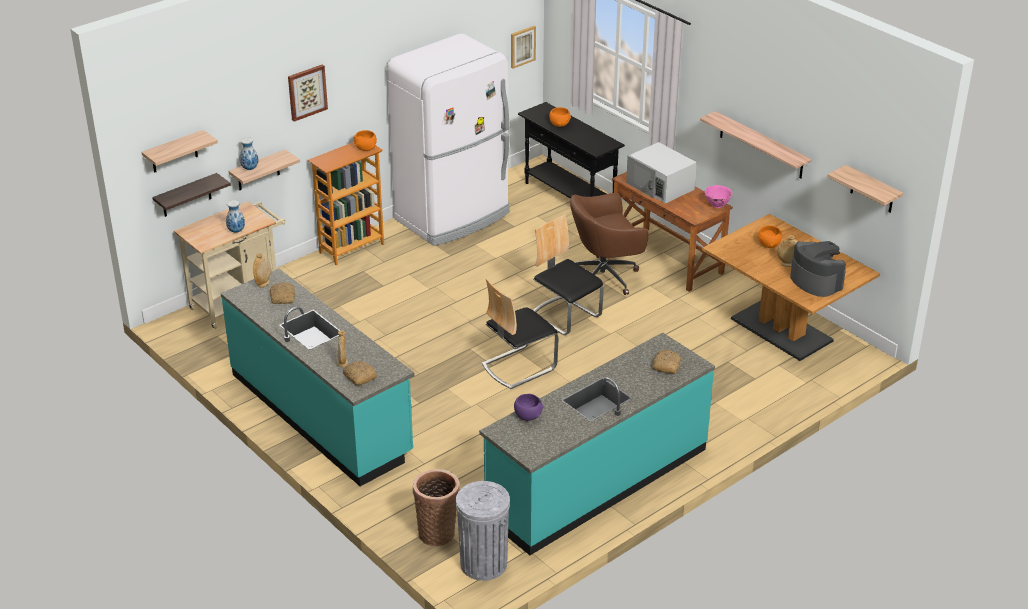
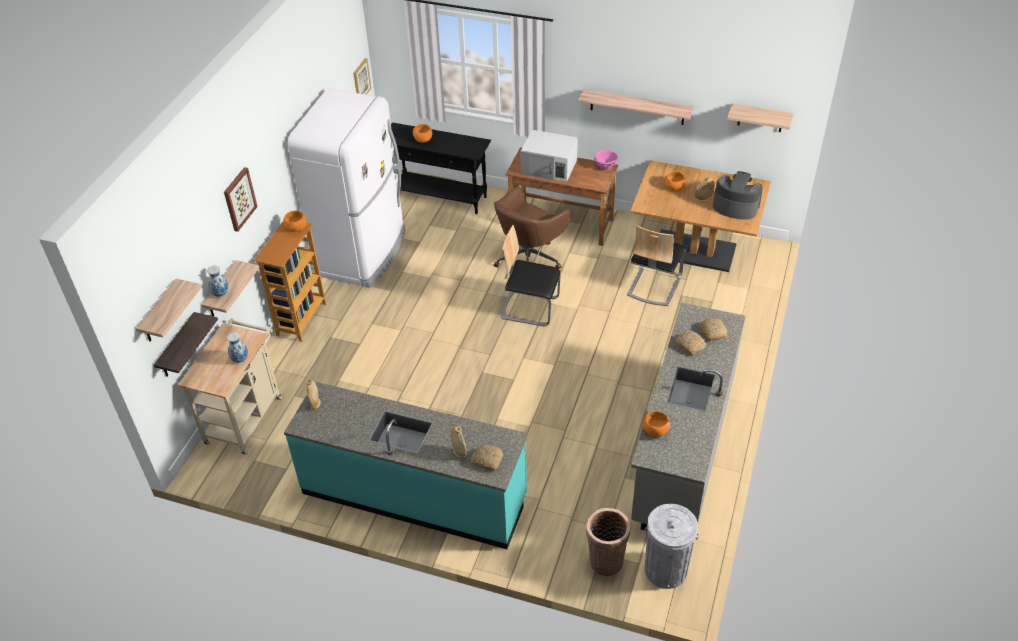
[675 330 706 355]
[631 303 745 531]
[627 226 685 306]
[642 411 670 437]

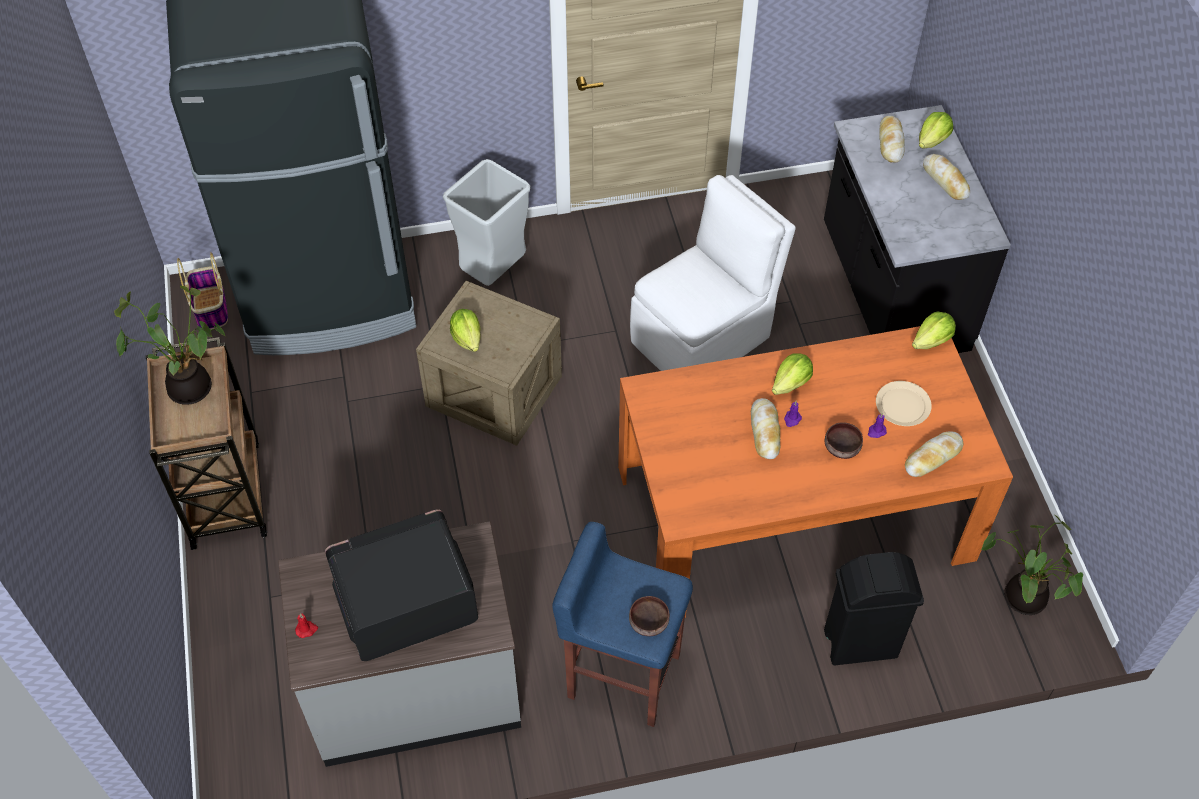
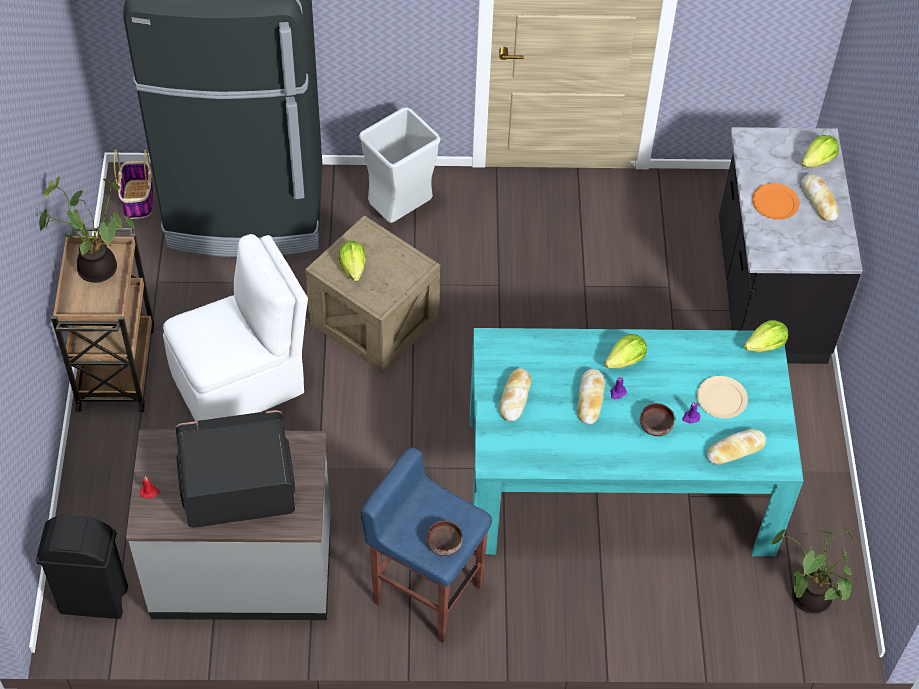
[470 328 804 556]
[163 234 308 425]
[36 515 128 619]
[499 368 531 422]
[752 183 800 220]

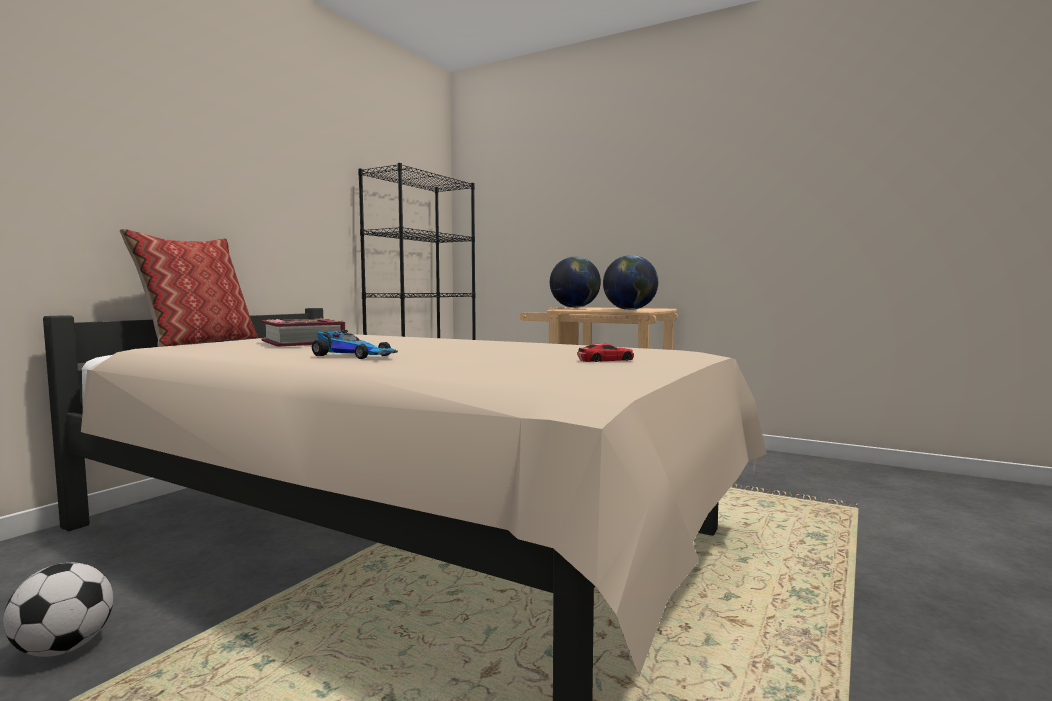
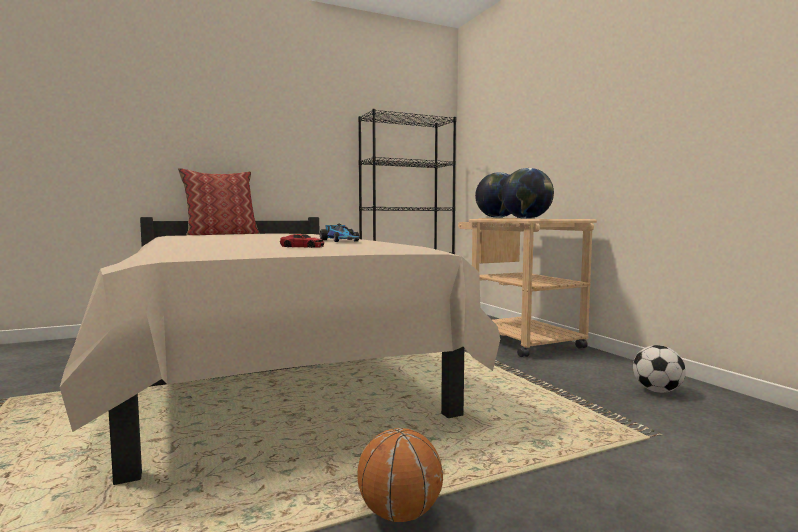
[633 345 686 393]
[261 318 345 347] (first image)
[320 224 359 242]
[358 428 443 522]

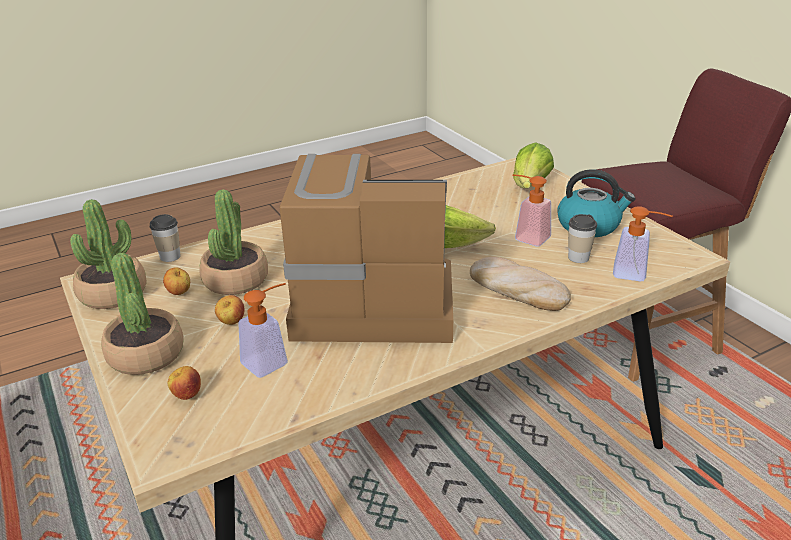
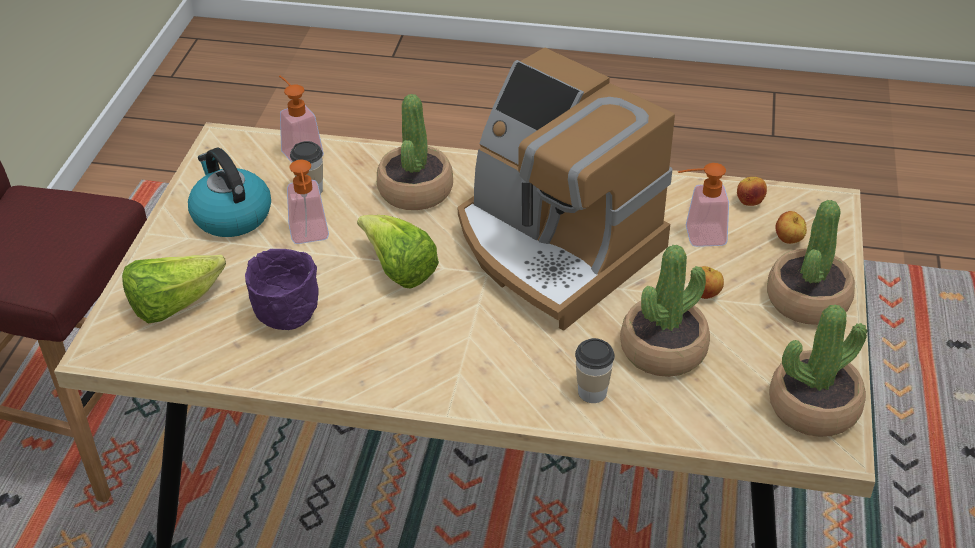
[575 338 615 403]
[737 177 767 206]
[377 94 453 210]
[245 249 319 330]

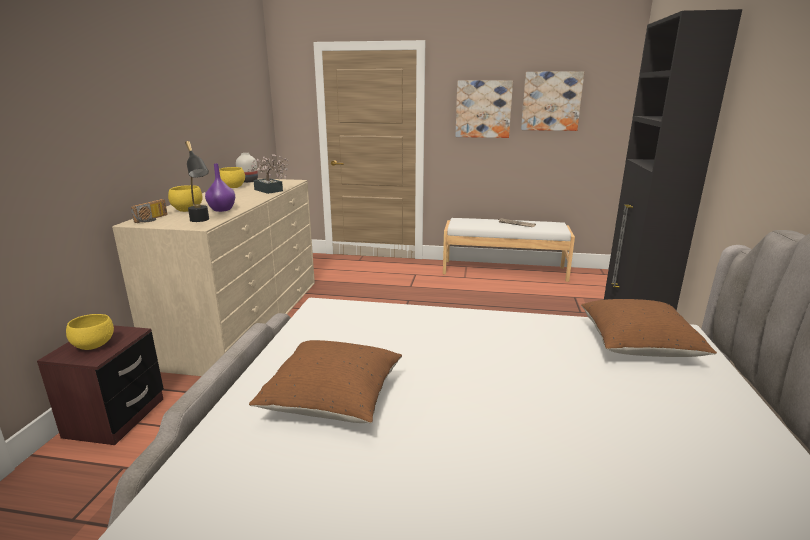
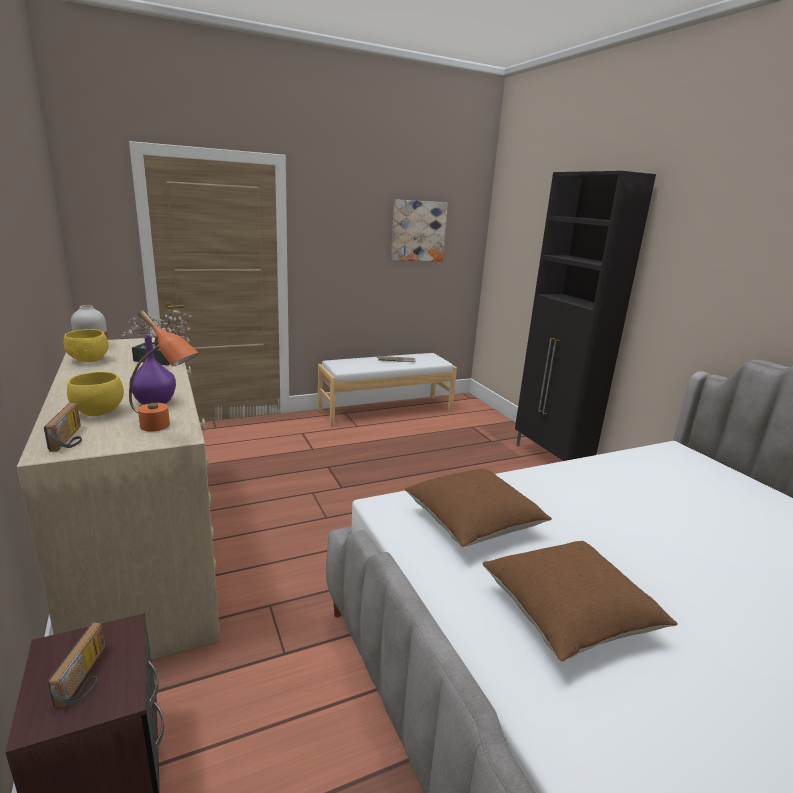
[47 623 105 707]
[129 310 199 431]
[455 80 513 138] (first image)
[405 469 552 547]

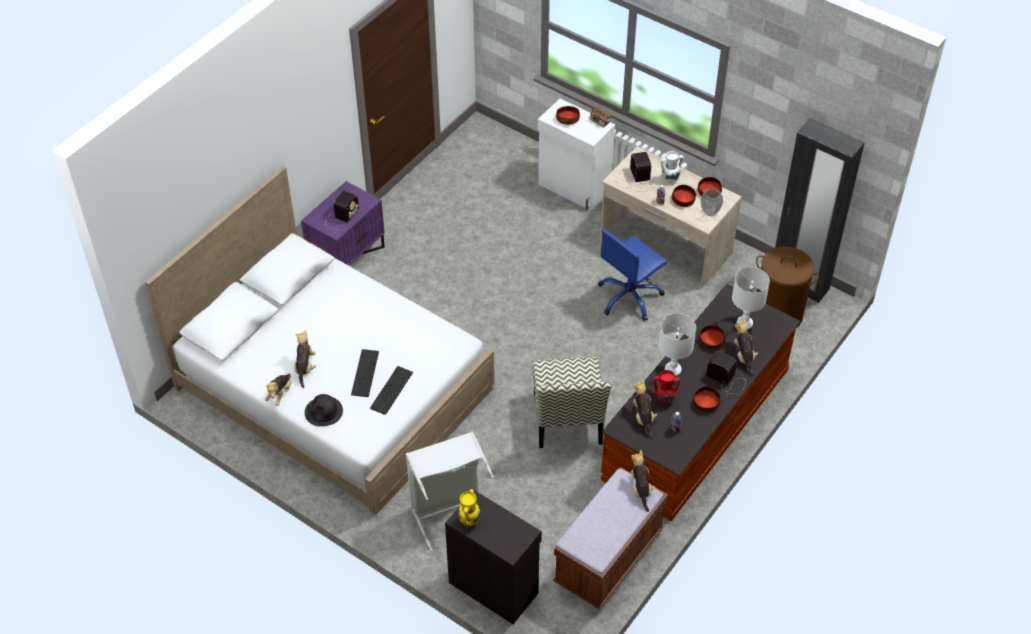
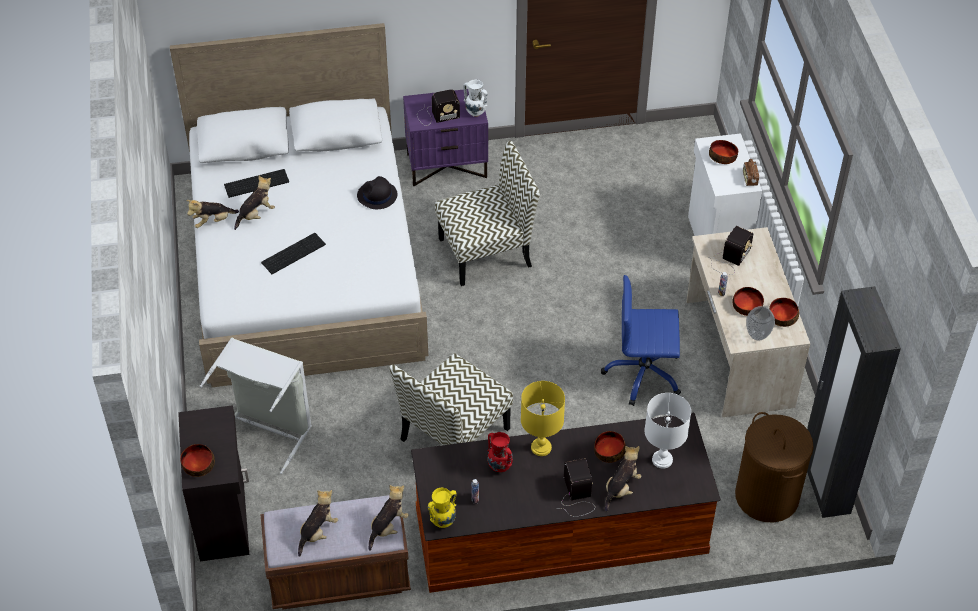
[357 176 397 209]
[224 169 289 198]
[428 488 457 528]
[298 490 338 557]
[521 381 565 456]
[463 79 488 117]
[180 444 215 477]
[435 141 540 286]

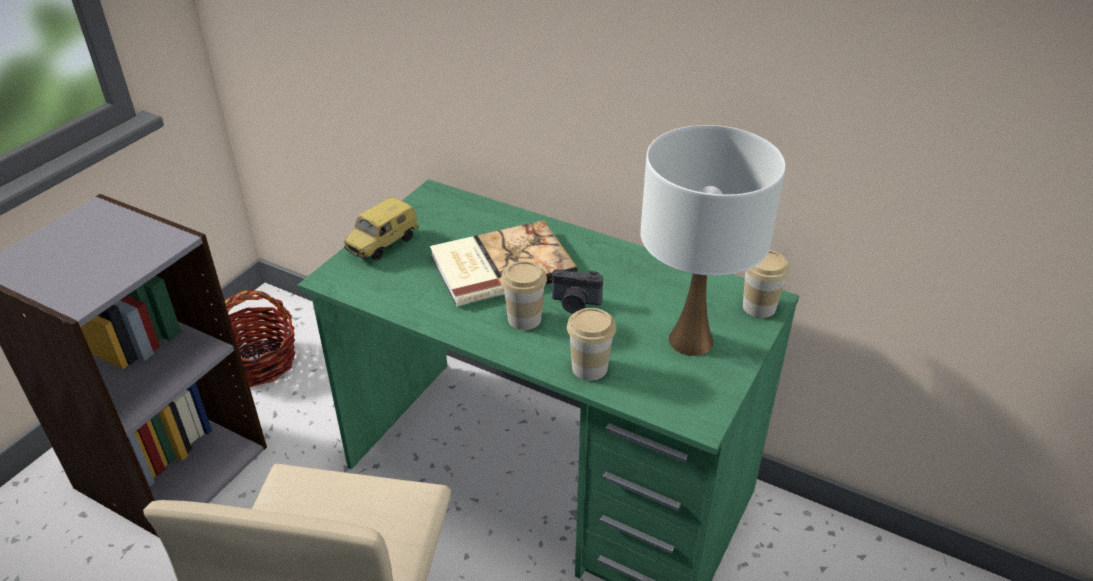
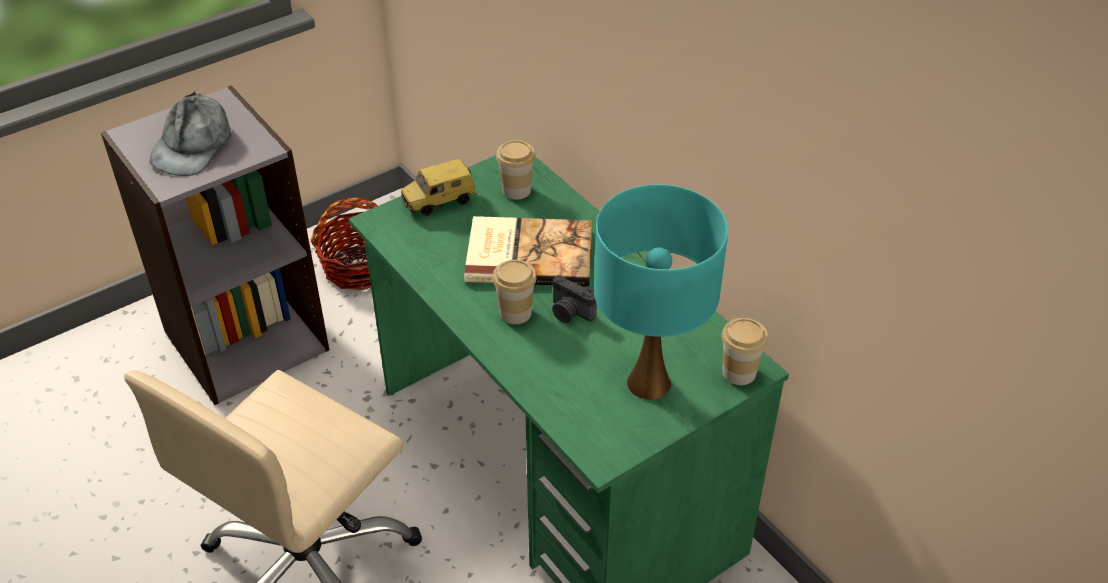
[496 140 535 200]
[594 185 728 400]
[150 91 231 176]

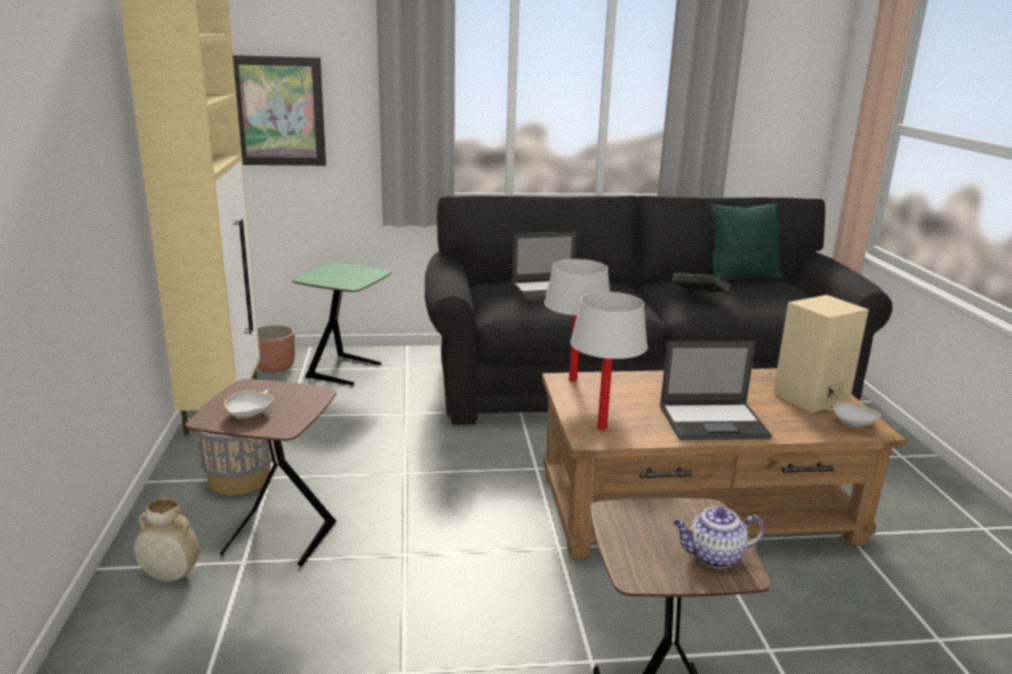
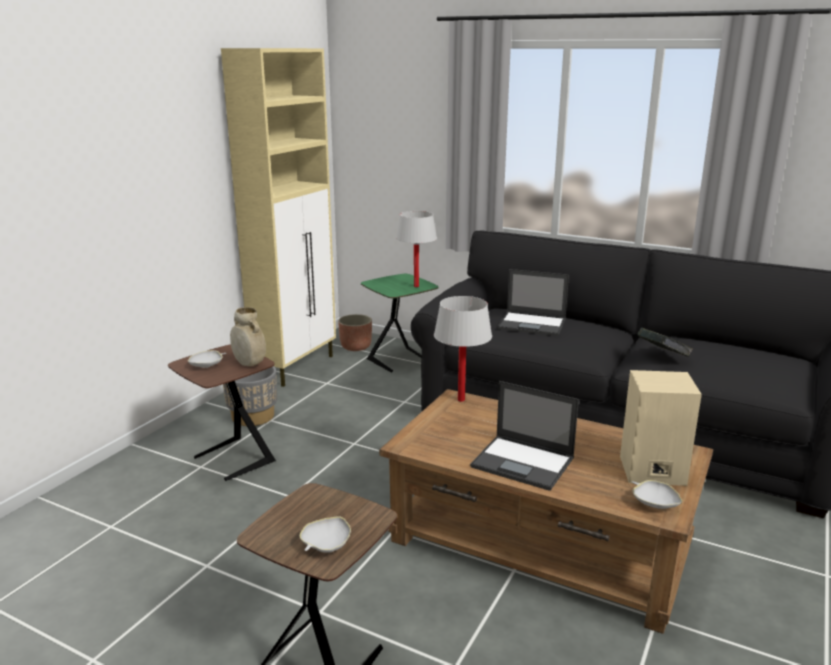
[230 307 266 366]
[233 55 326 166] (first image)
[396 211 437 287]
[300 516 351 553]
[710 203 782 281] (first image)

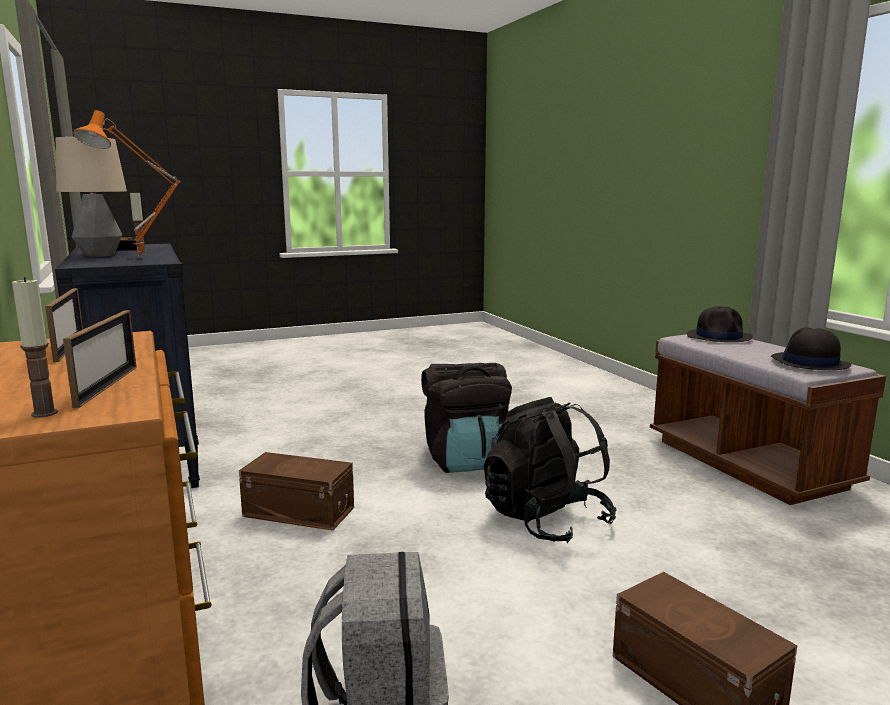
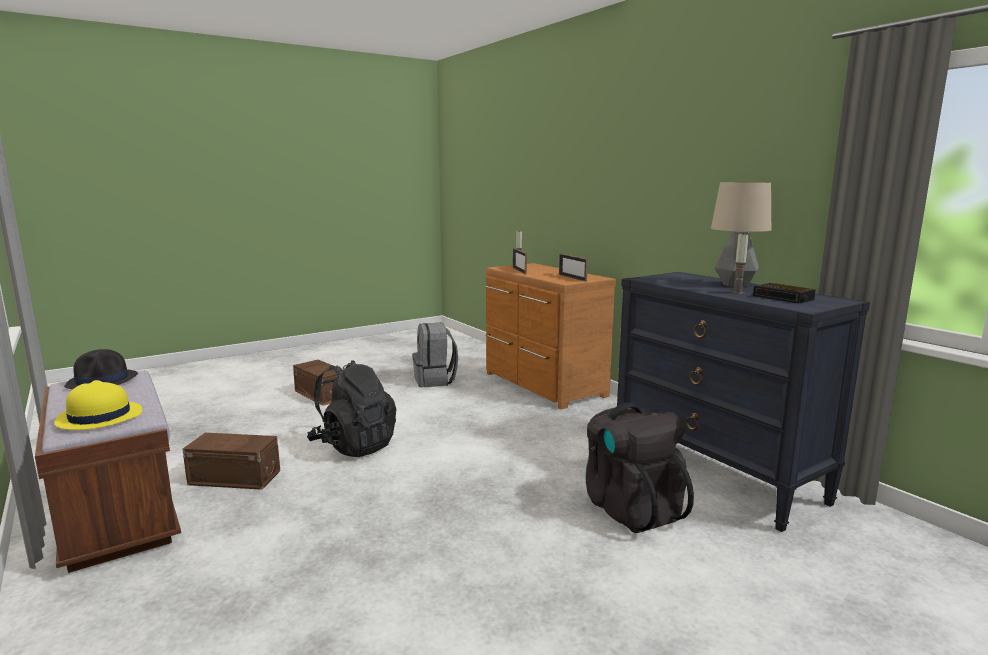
[73 110 180 258] (first image)
[182 433 280 490]
[585 402 694 533]
[54 380 142 430]

